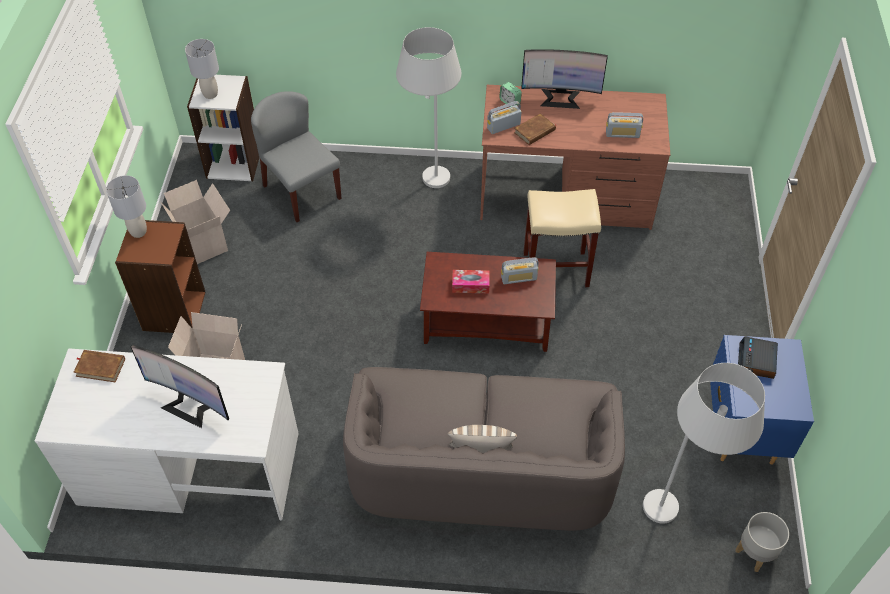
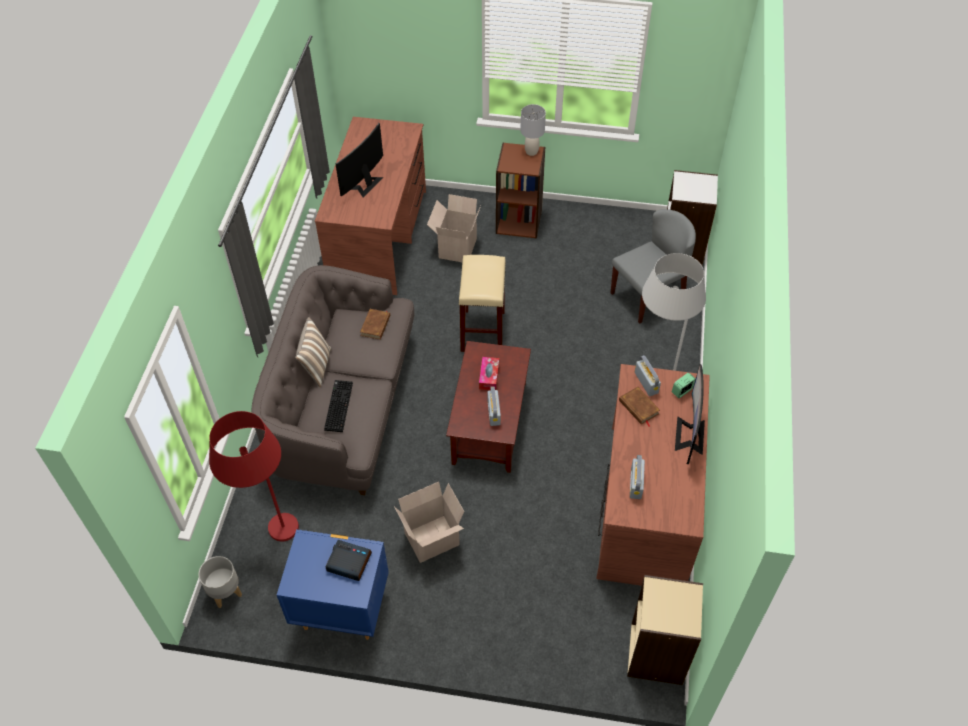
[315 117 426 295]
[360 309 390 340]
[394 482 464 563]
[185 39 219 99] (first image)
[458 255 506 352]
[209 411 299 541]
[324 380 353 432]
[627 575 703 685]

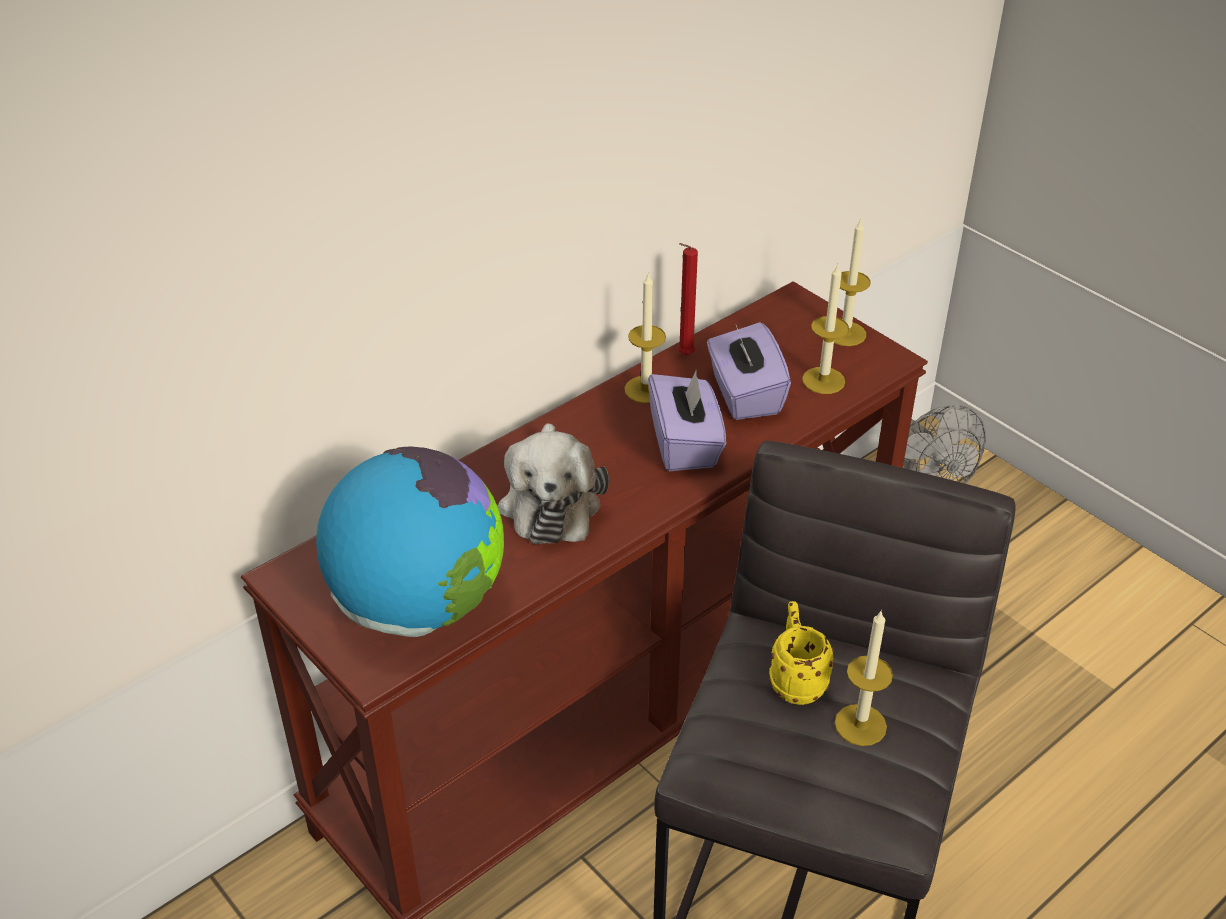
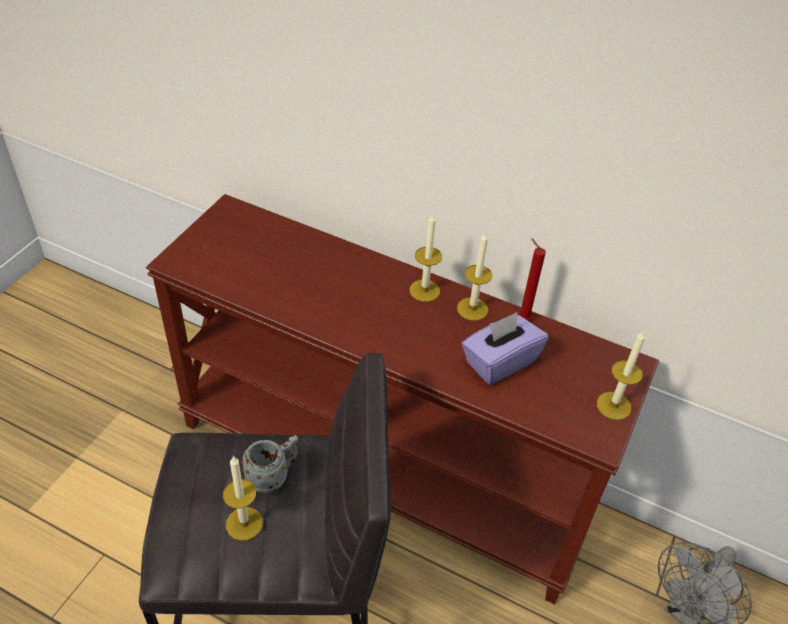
[316 446 504 637] (first image)
[498 423 609 544] (first image)
[648 369 726 471] (first image)
[241 435 298 494]
[410 214 442 302]

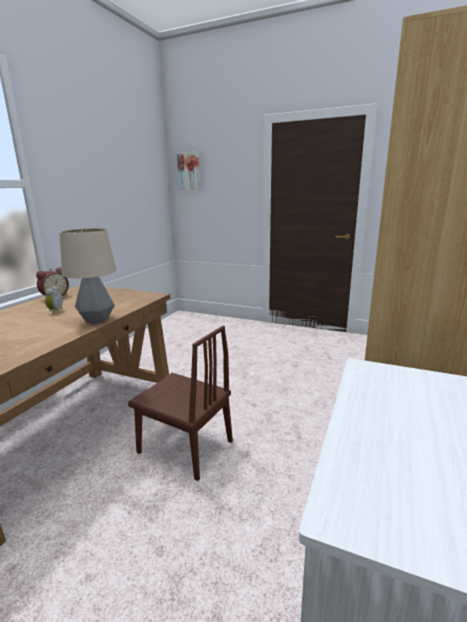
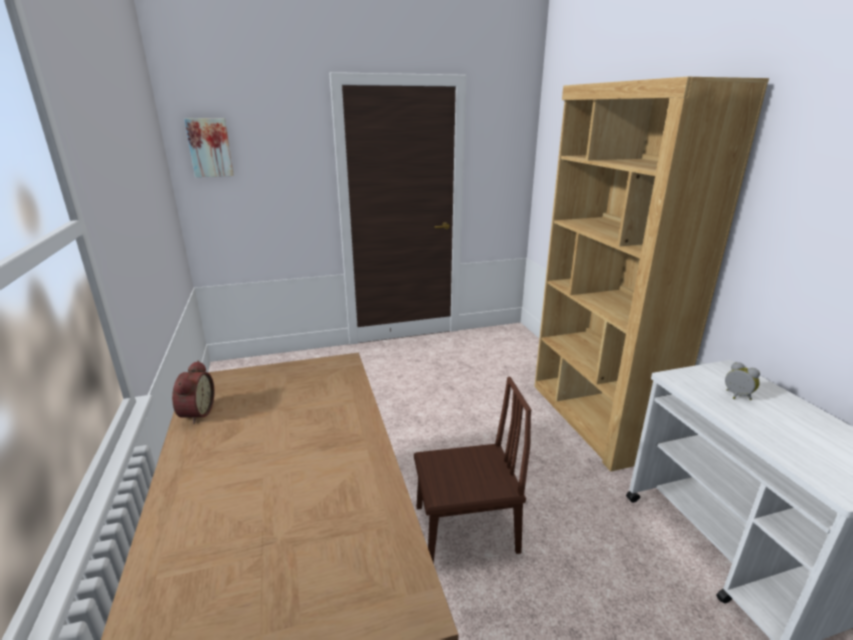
[725 362 760 400]
[59 228 116 324] (first image)

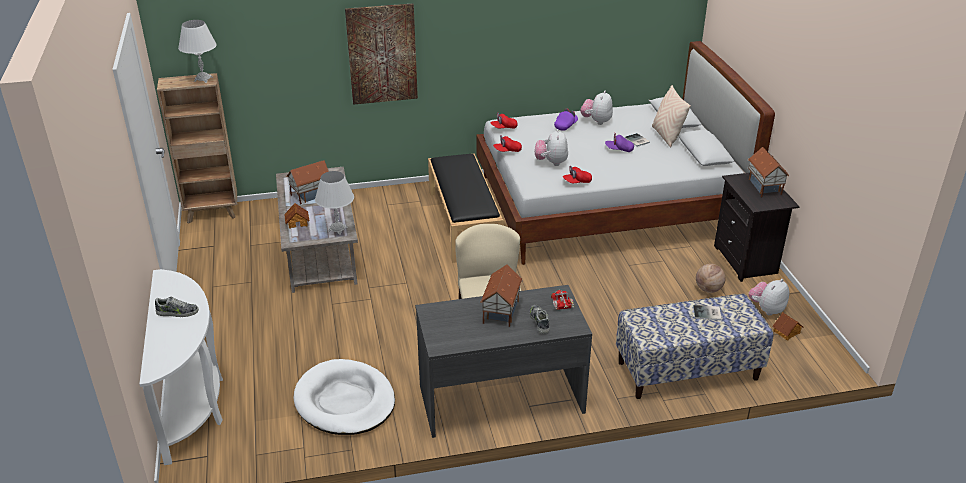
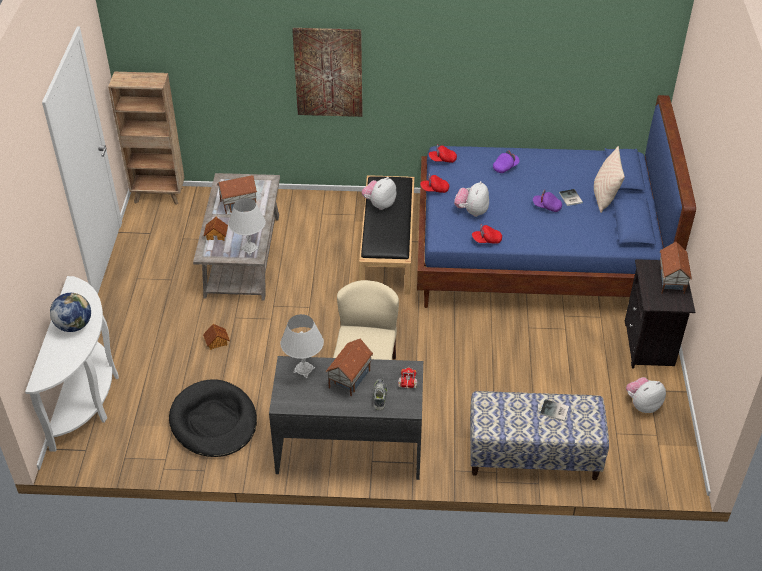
[50 293 91 332]
[280 314 324 378]
[169 379 257 457]
[417 95 696 308]
[362 177 397 210]
[696 264 726 293] (first image)
[203 324 230 350]

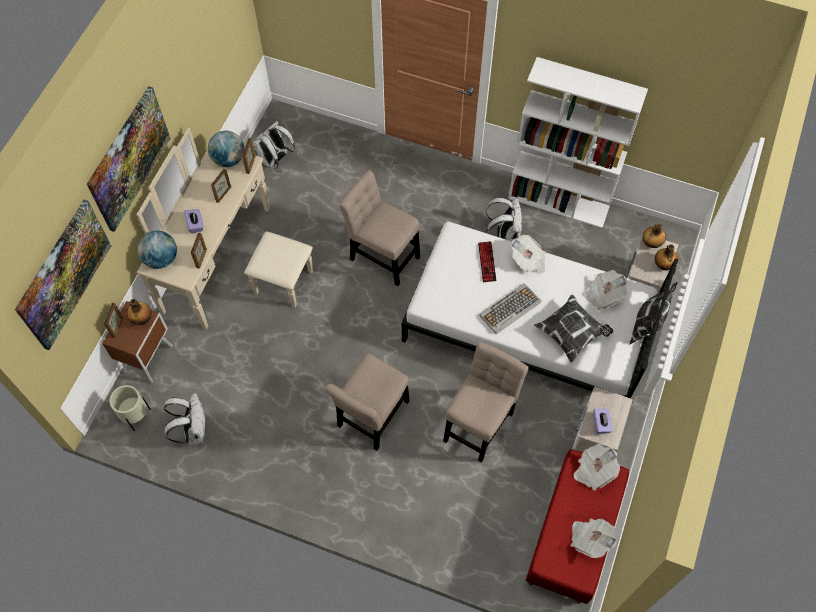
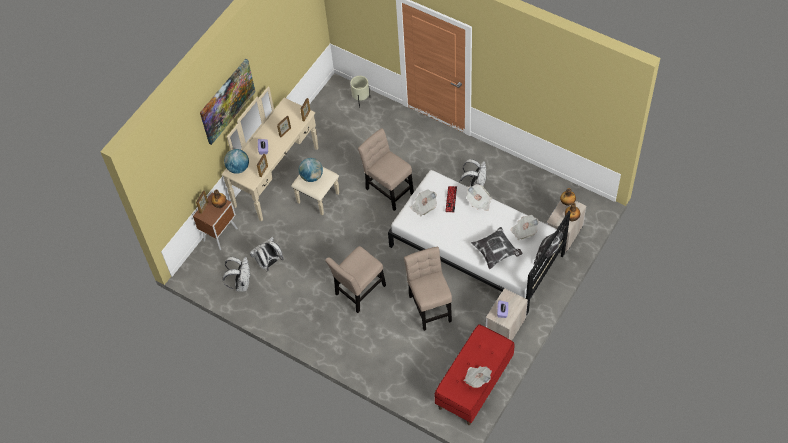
[15 200 111 350] (first image)
[351 76 370 108]
[299 158 323 182]
[250 237 284 272]
[404 247 452 331]
[479 283 541 334] (first image)
[508 57 648 228] (first image)
[411 189 437 216]

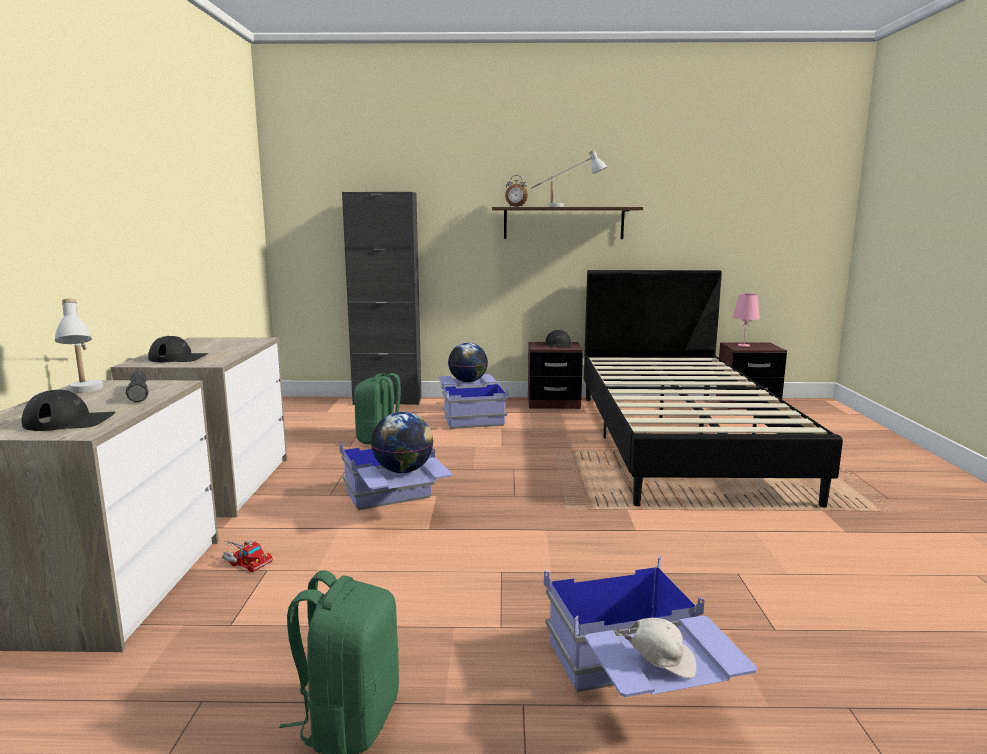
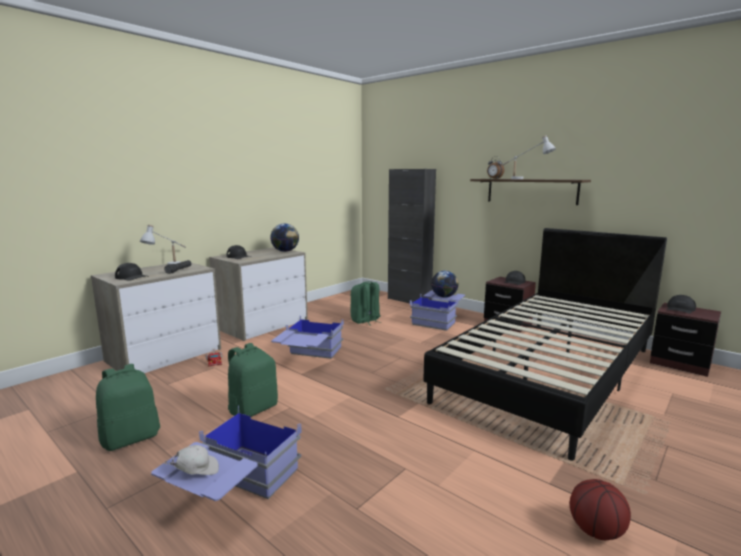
[270 223 299 252]
[164 445 219 475]
[667 295 696 314]
[228 343 278 417]
[570 479 631 540]

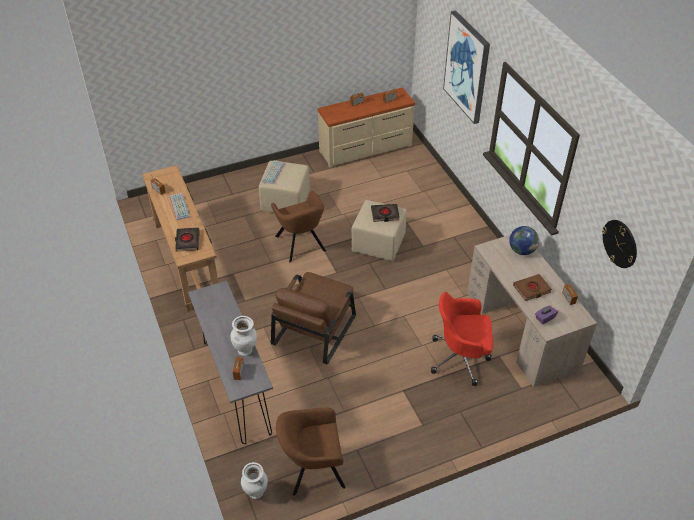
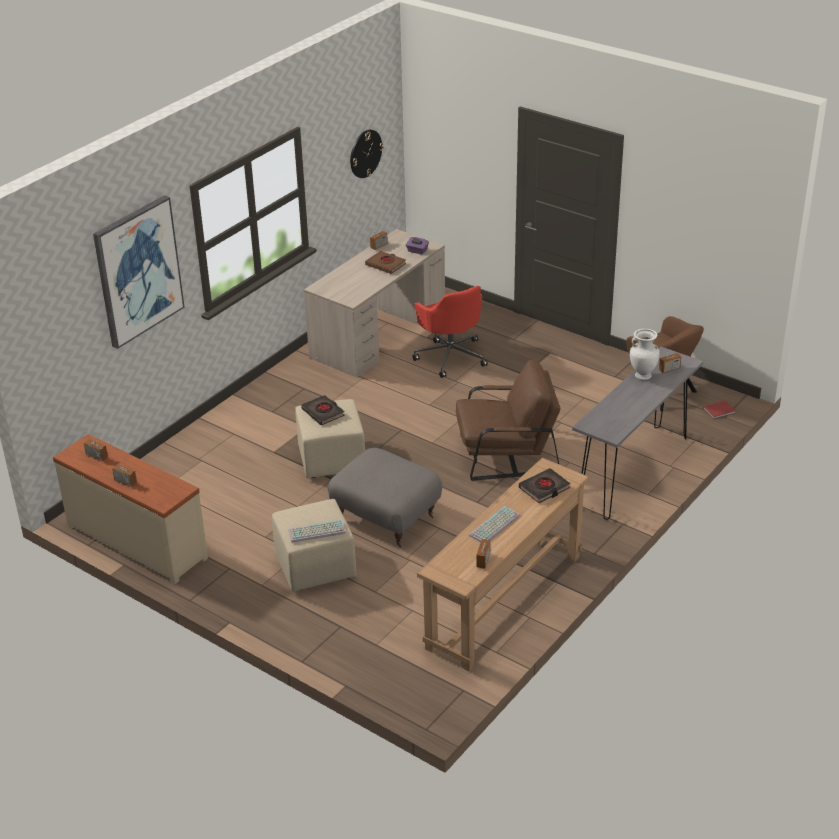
[703 400 736 420]
[328 448 442 547]
[509 226 539 255] (first image)

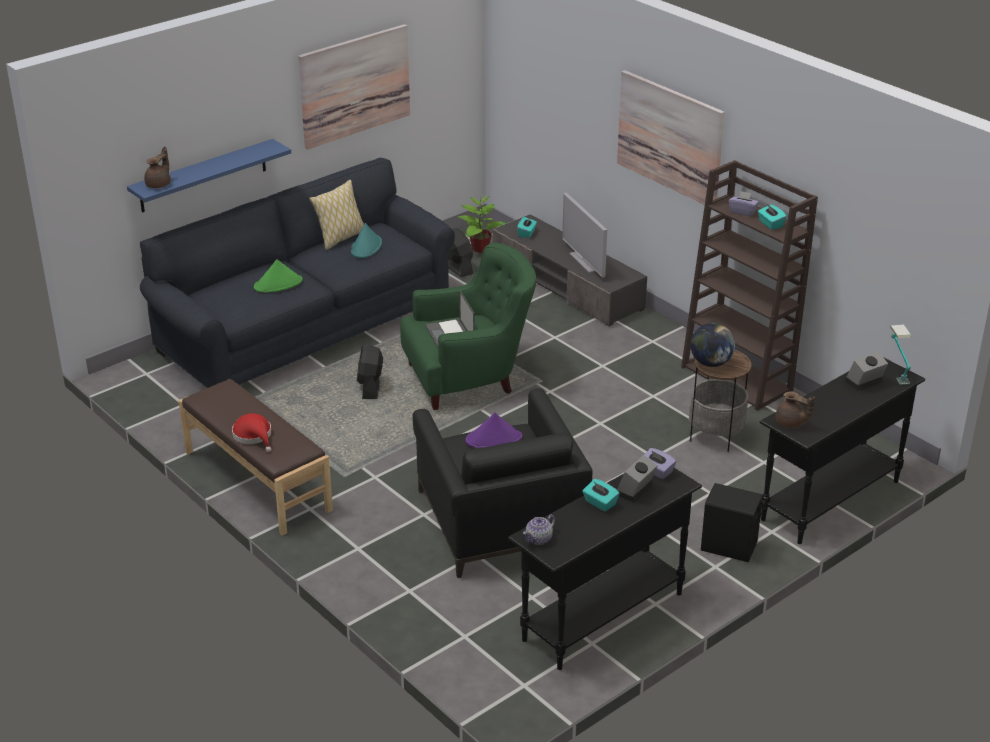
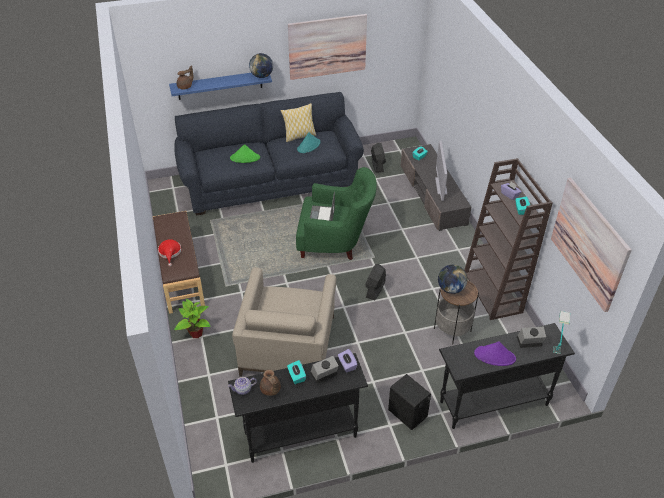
[365 264 386 300]
[232 267 336 377]
[174 299 211 338]
[474 341 516 366]
[551 178 632 312]
[260 370 281 396]
[249 53 273 78]

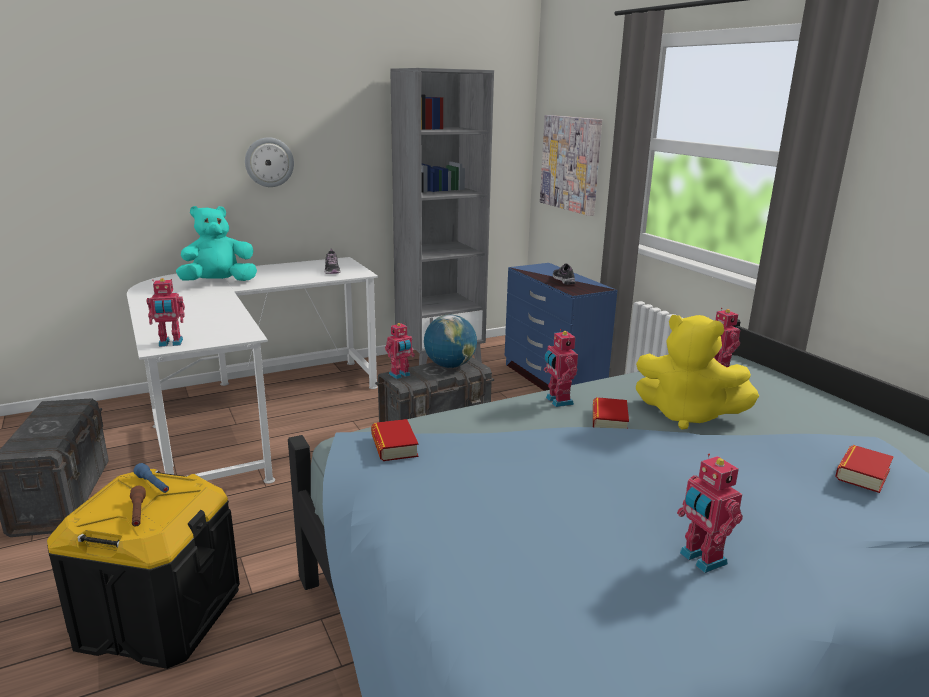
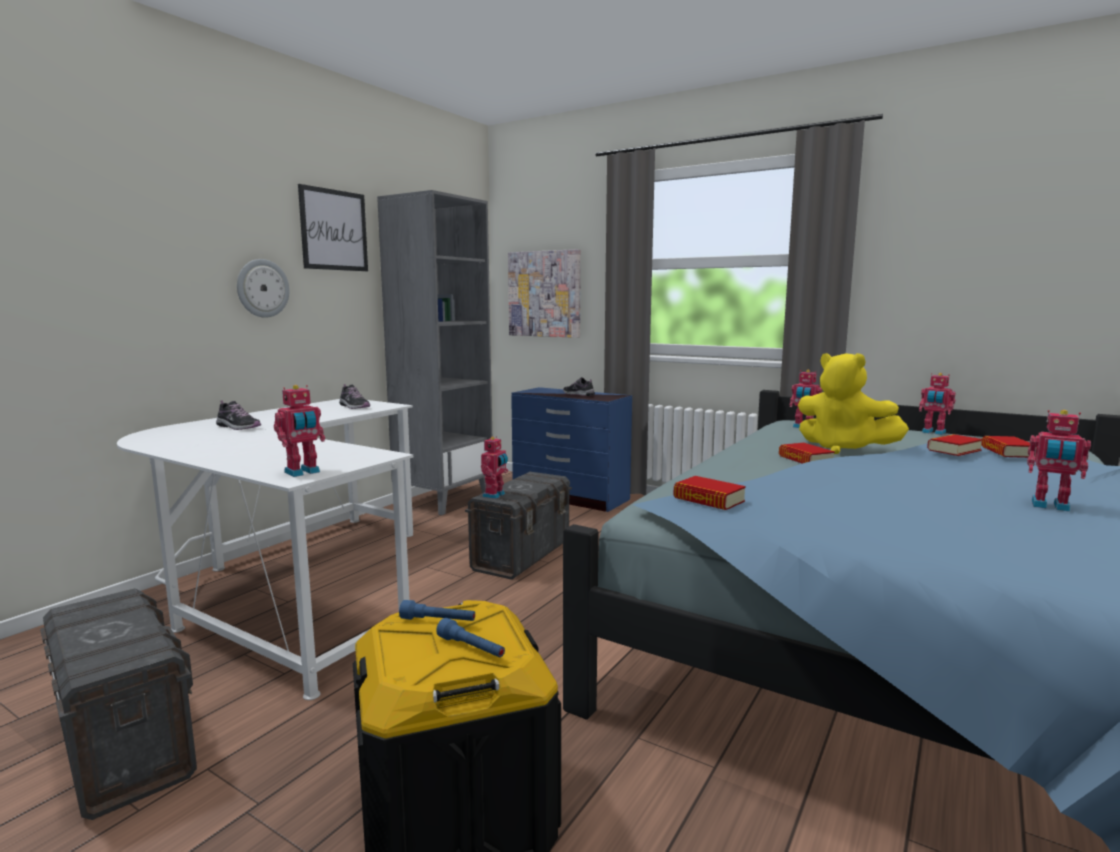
[436 618 505 657]
[216 400 261 430]
[424 315 477 368] (first image)
[919 373 955 435]
[798 353 909 454]
[298 184 368 271]
[927 434 983 456]

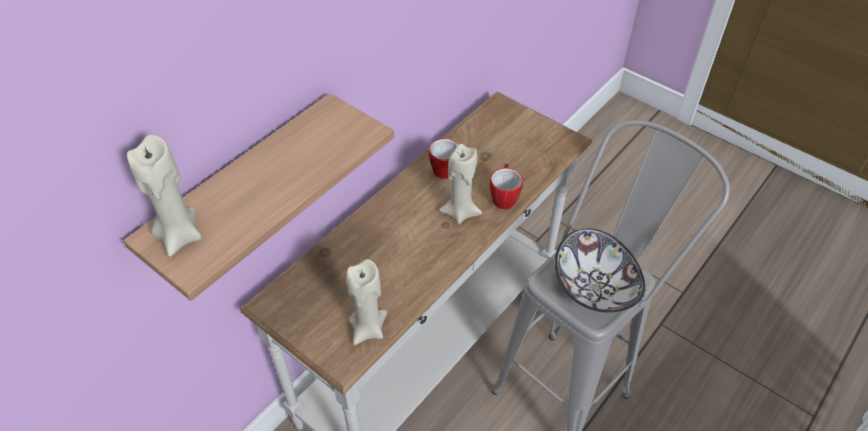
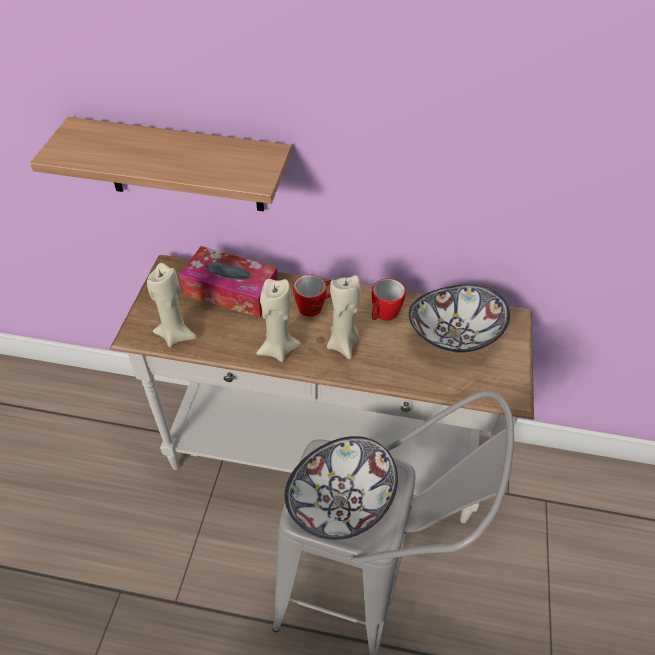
[256 279 301 362]
[293 274 331 317]
[179 246 278 318]
[409 285 510 353]

